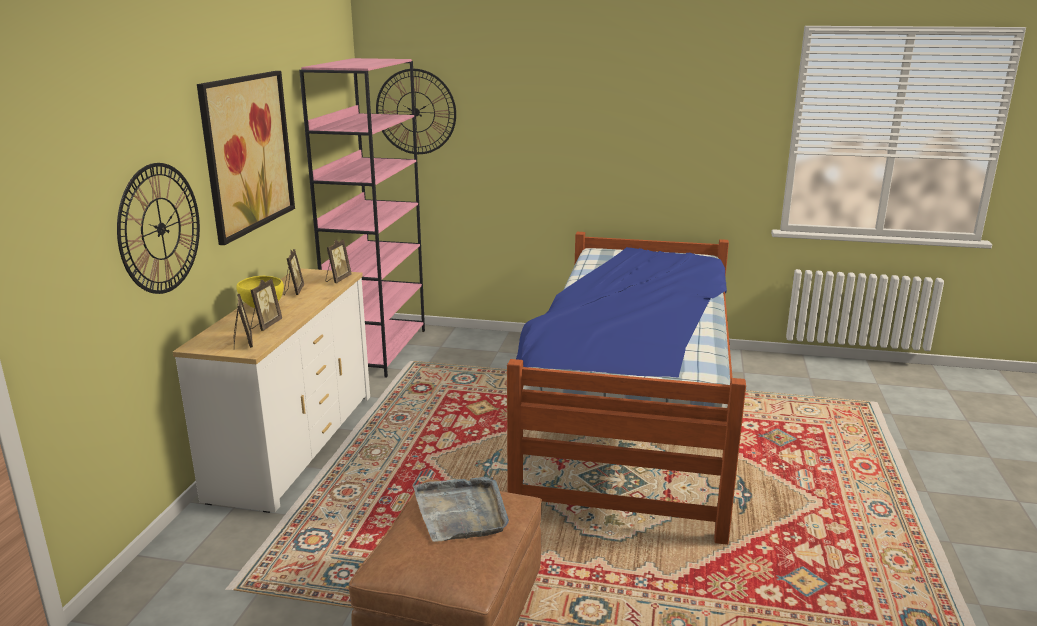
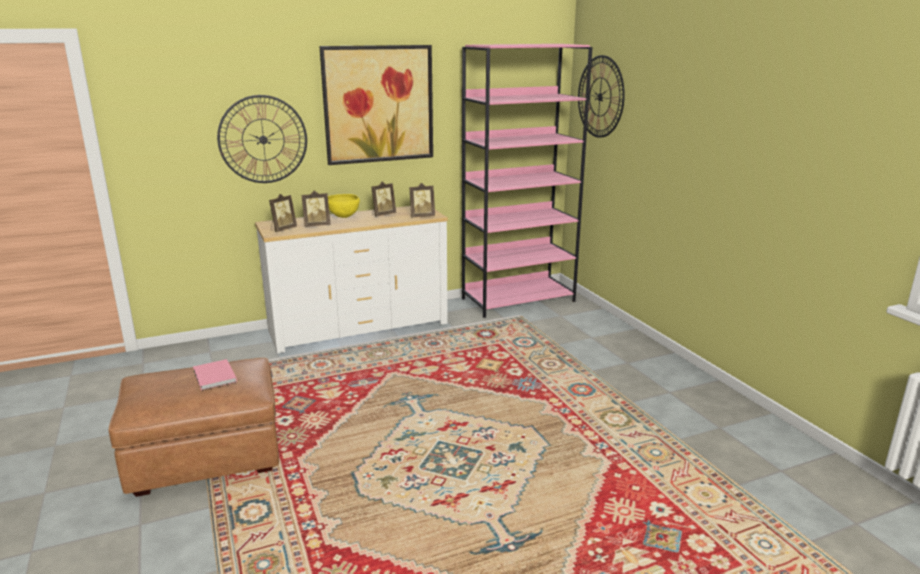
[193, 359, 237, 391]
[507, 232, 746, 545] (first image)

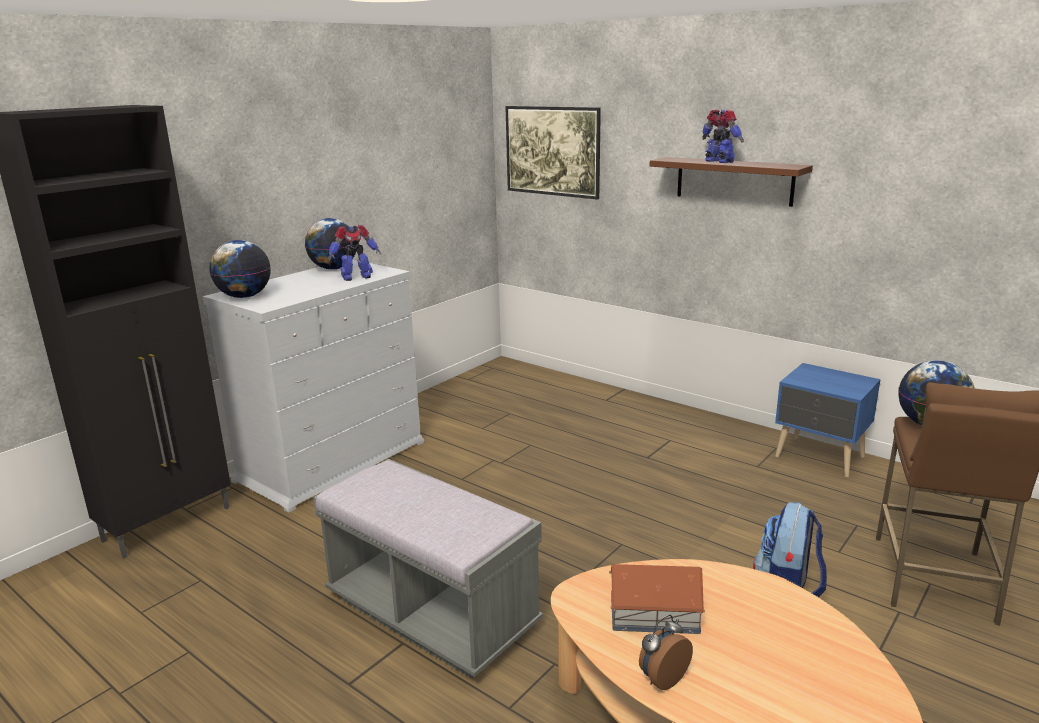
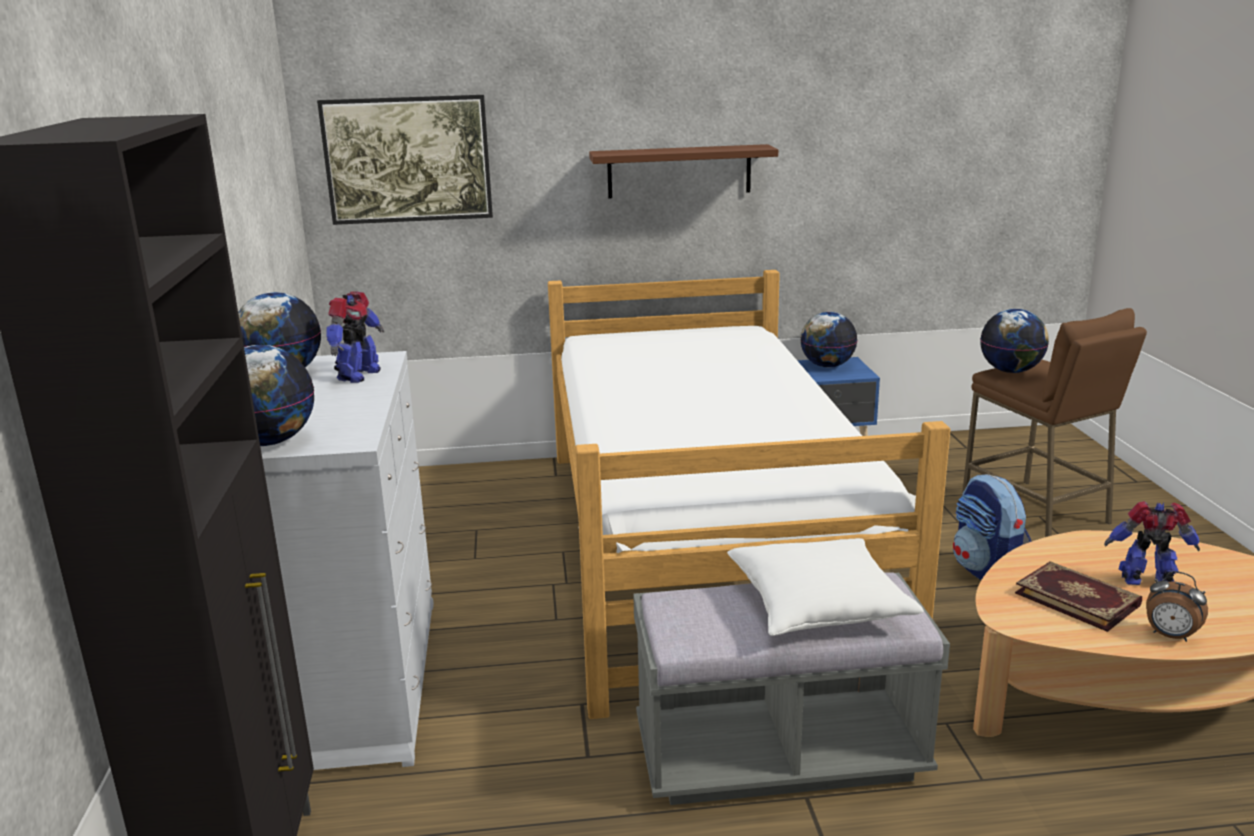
[548, 270, 951, 719]
[727, 538, 924, 636]
[800, 312, 857, 367]
[1015, 561, 1142, 632]
[1104, 501, 1200, 585]
[1146, 571, 1208, 642]

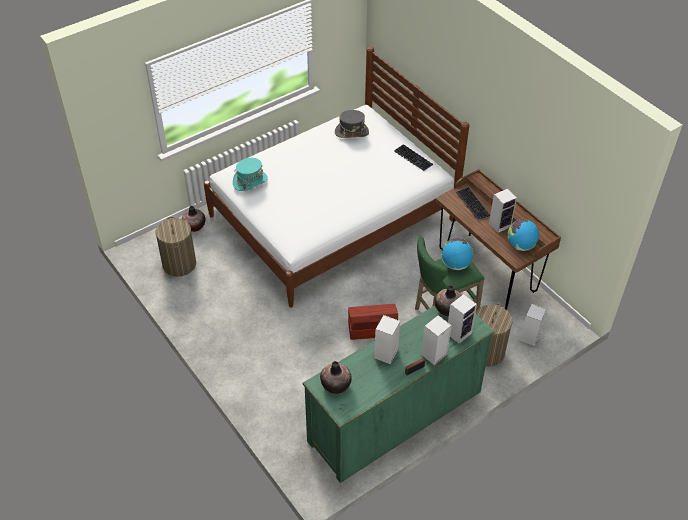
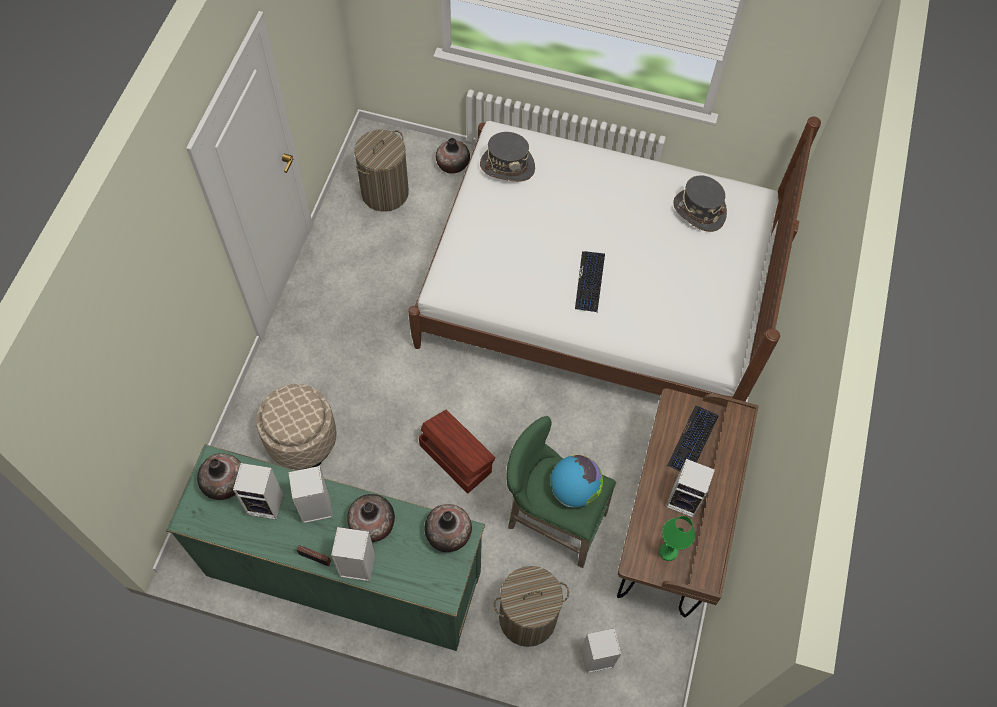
[233, 463, 283, 520]
[256, 384, 337, 469]
[347, 494, 395, 542]
[480, 132, 535, 182]
[575, 251, 605, 312]
[659, 516, 695, 561]

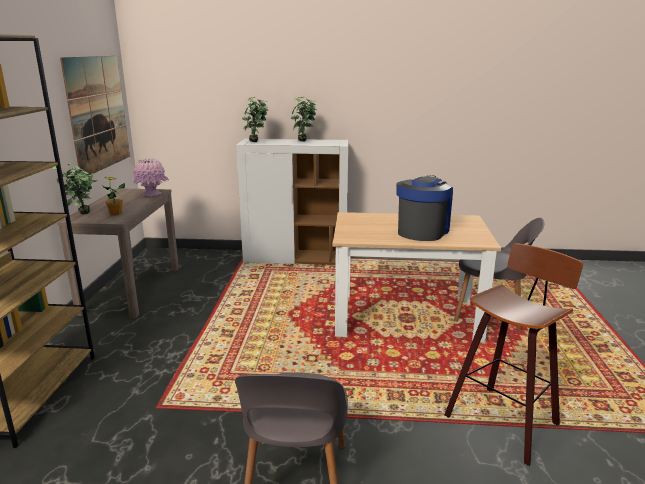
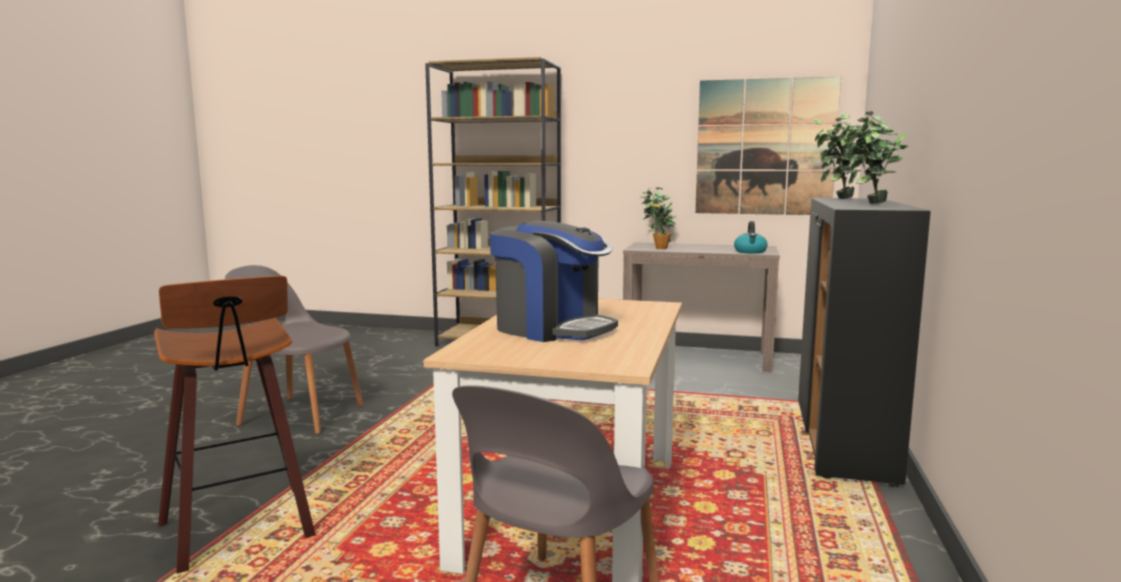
[734, 221, 768, 254]
[798, 198, 931, 487]

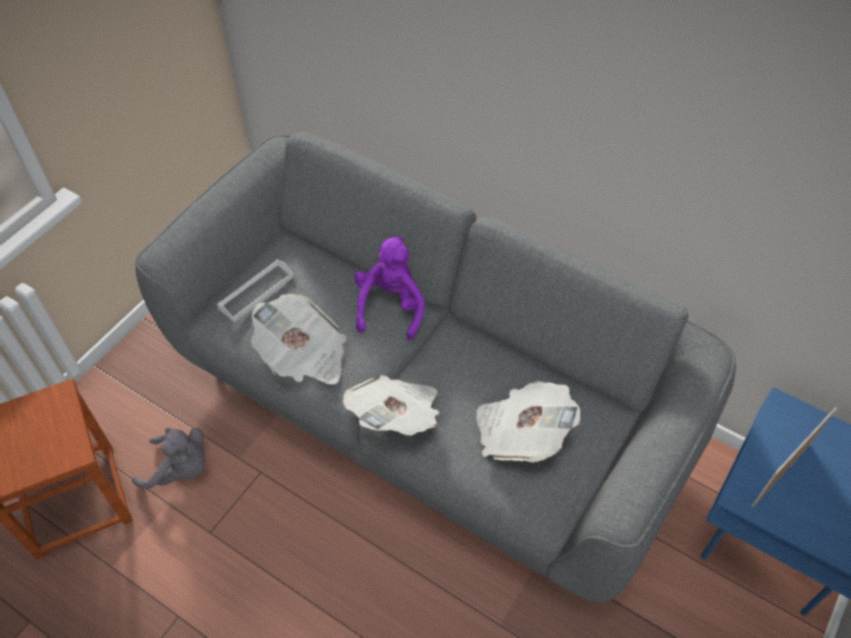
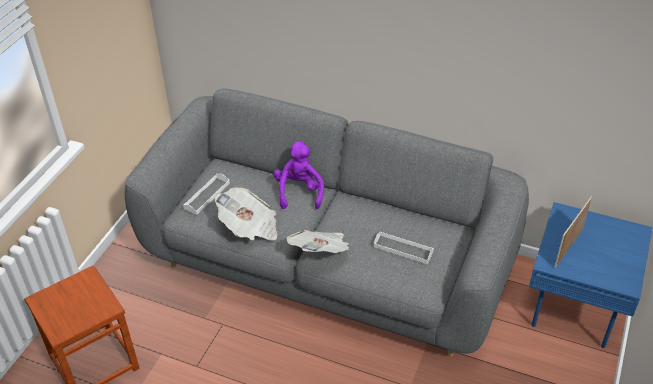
[374, 231, 434, 264]
[132, 427, 205, 489] (first image)

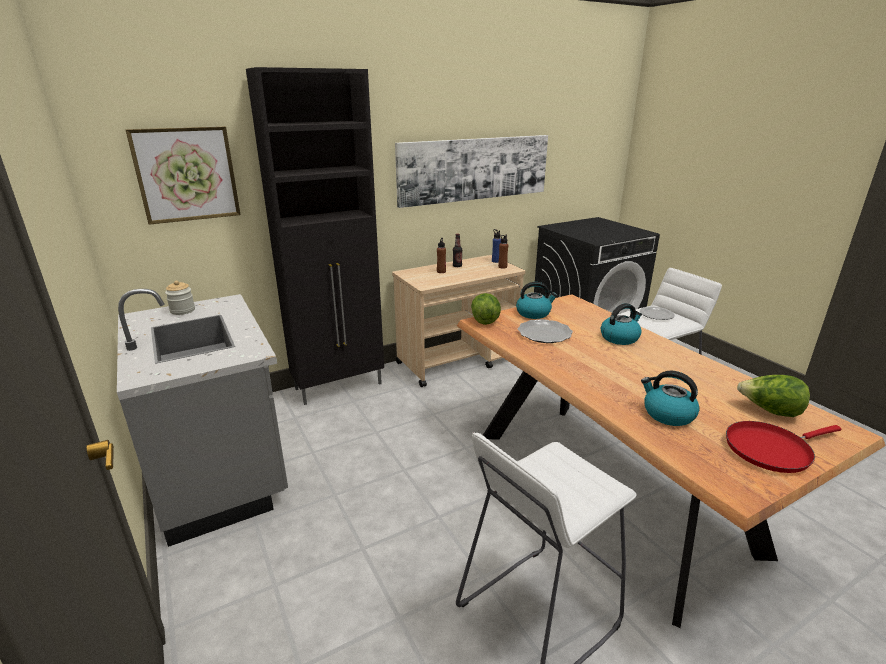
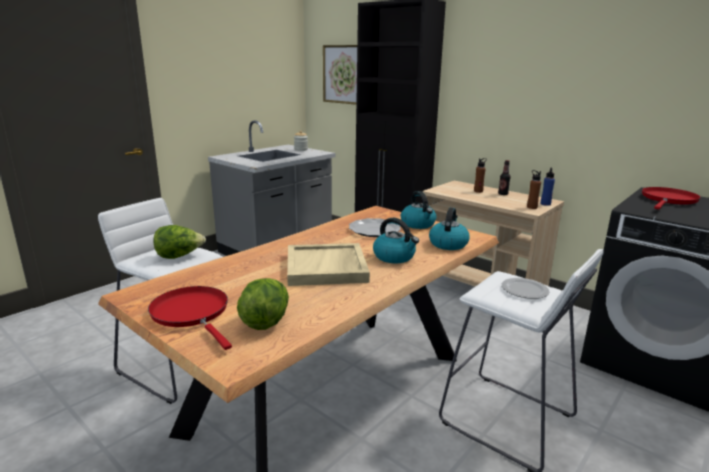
[154, 225, 206, 259]
[287, 243, 370, 286]
[429, 208, 470, 250]
[642, 187, 701, 209]
[395, 135, 548, 208] (first image)

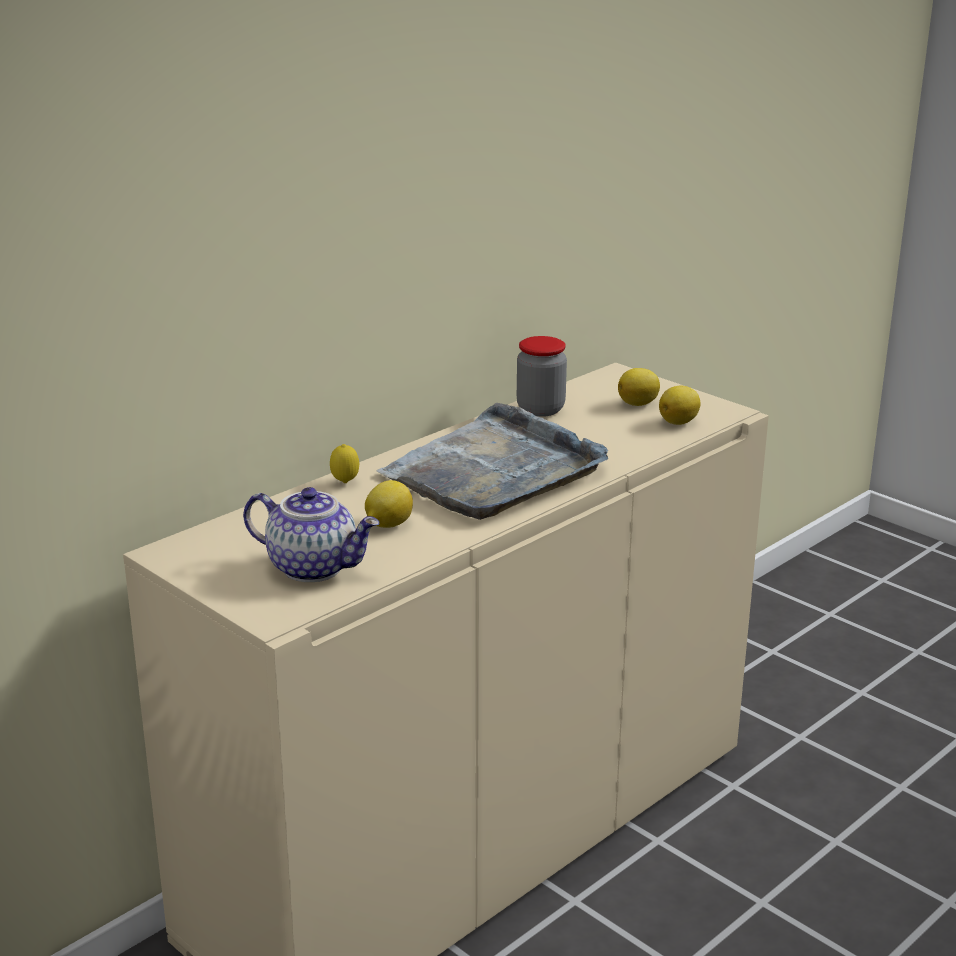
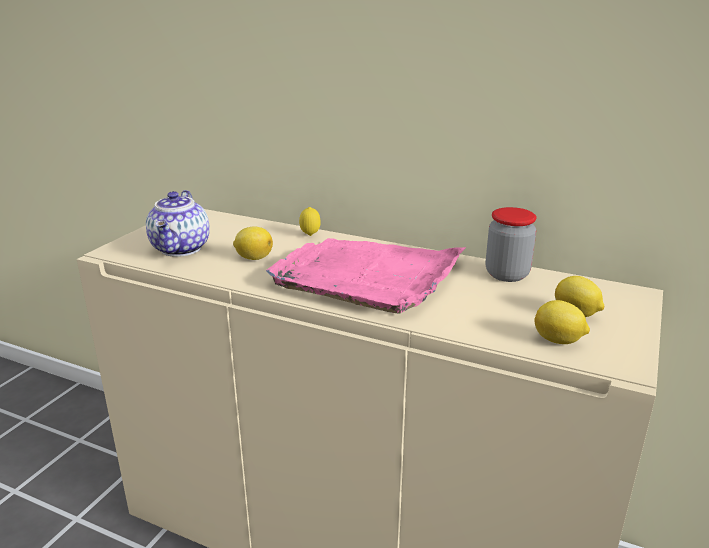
[266, 238, 466, 313]

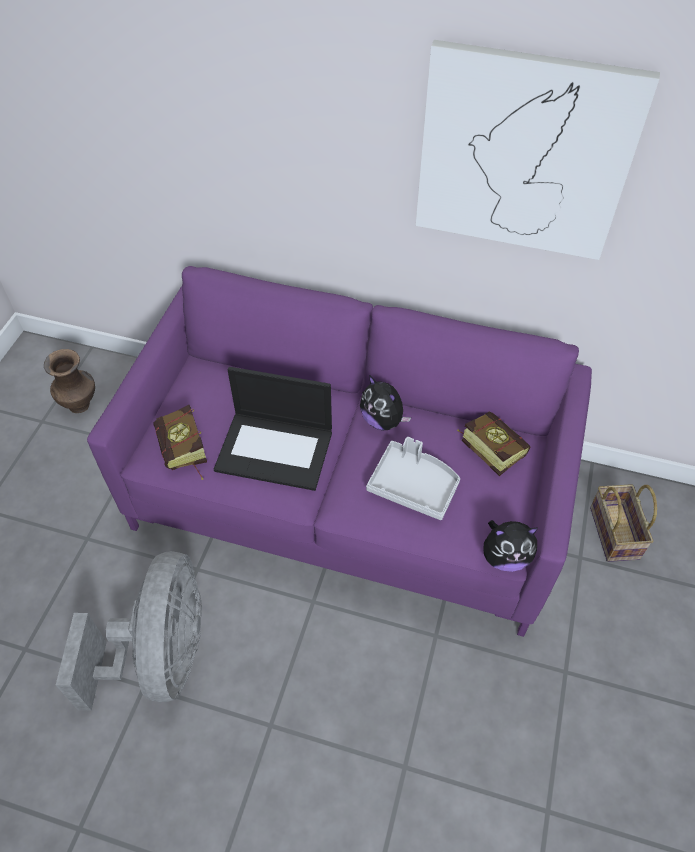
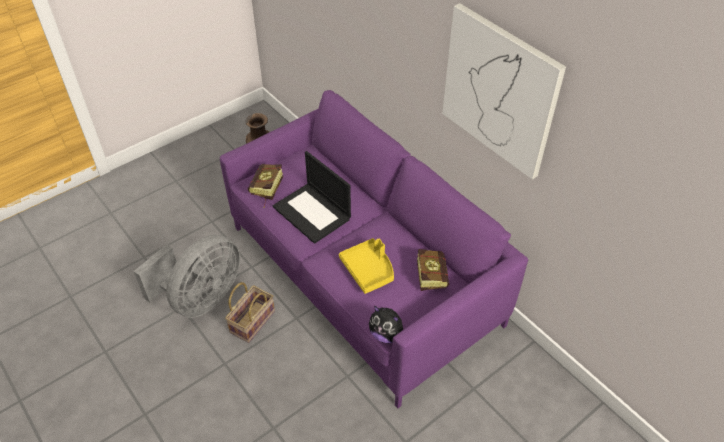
[225, 282, 275, 343]
[339, 238, 394, 294]
[360, 375, 411, 430] (first image)

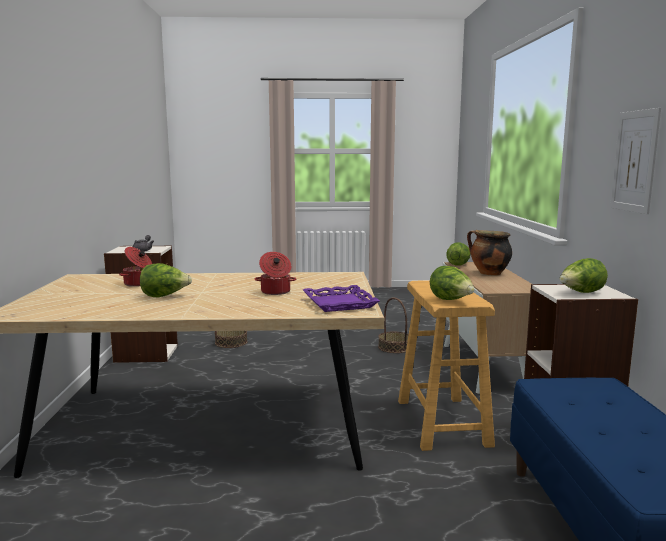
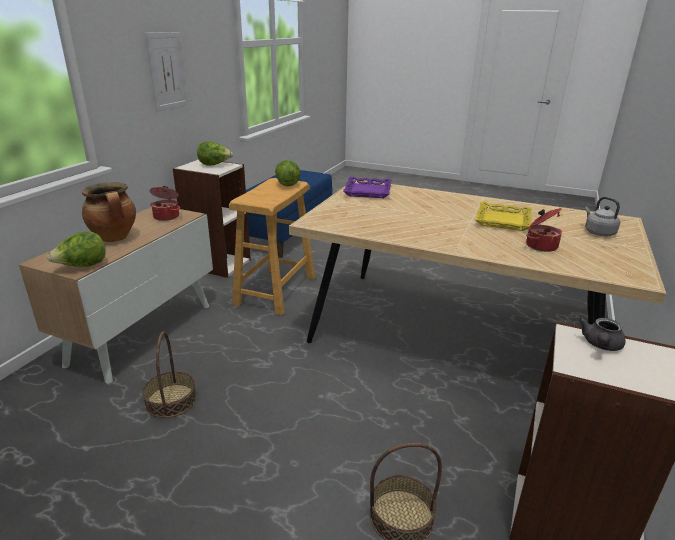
[150, 186, 181, 221]
[475, 201, 532, 231]
[585, 197, 620, 236]

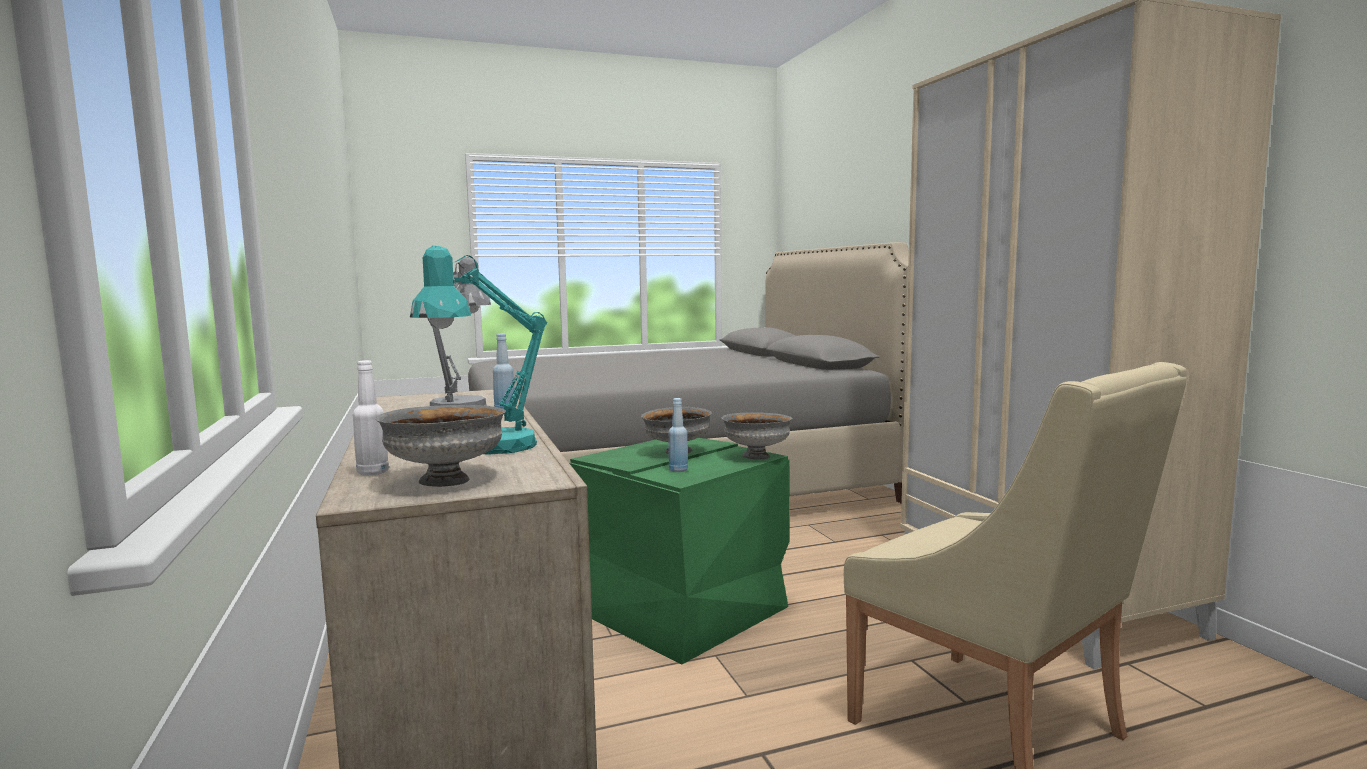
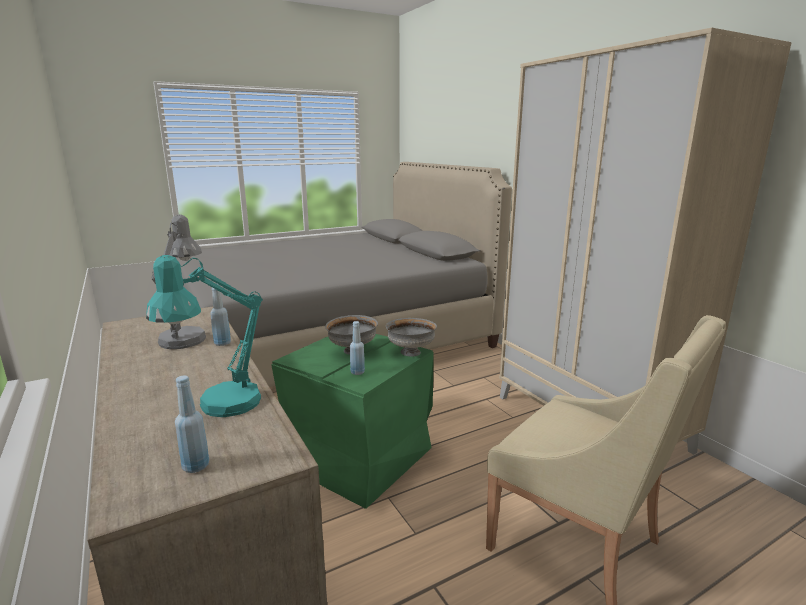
[175, 375, 210, 473]
[353, 360, 389, 476] (first image)

